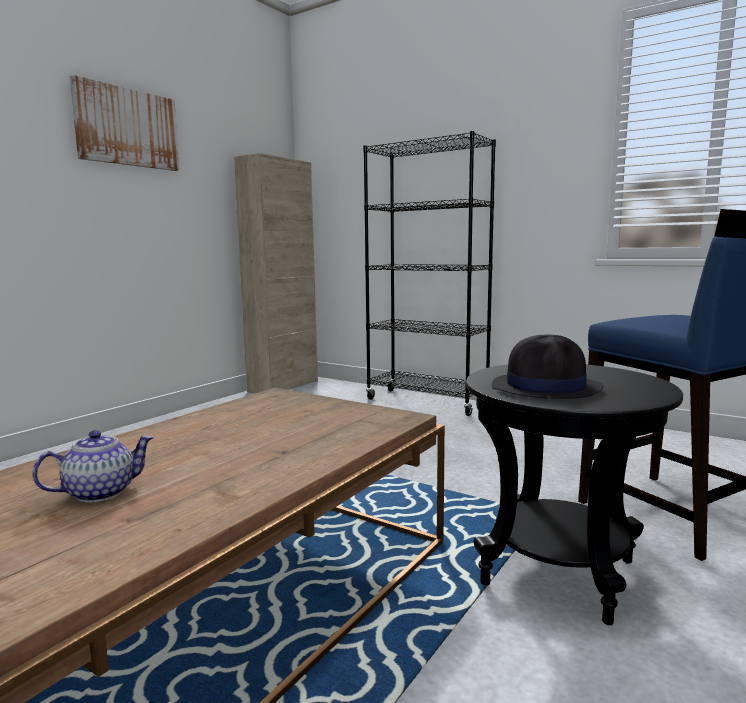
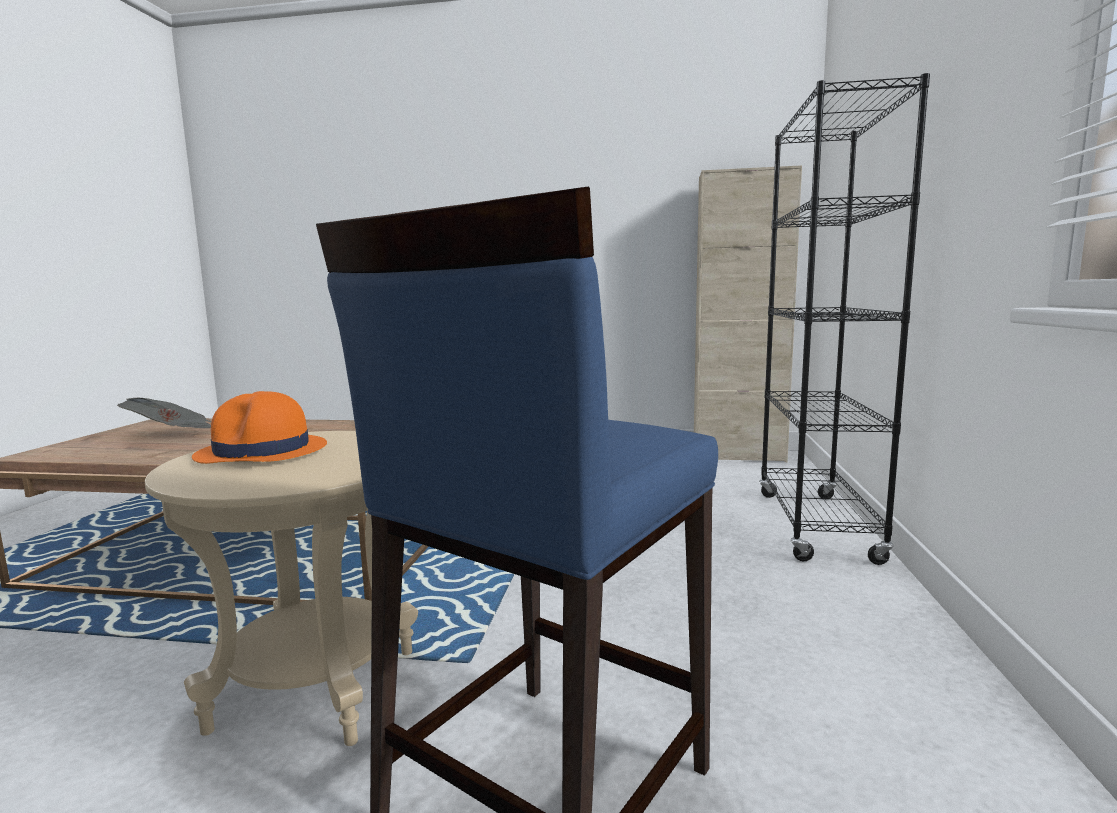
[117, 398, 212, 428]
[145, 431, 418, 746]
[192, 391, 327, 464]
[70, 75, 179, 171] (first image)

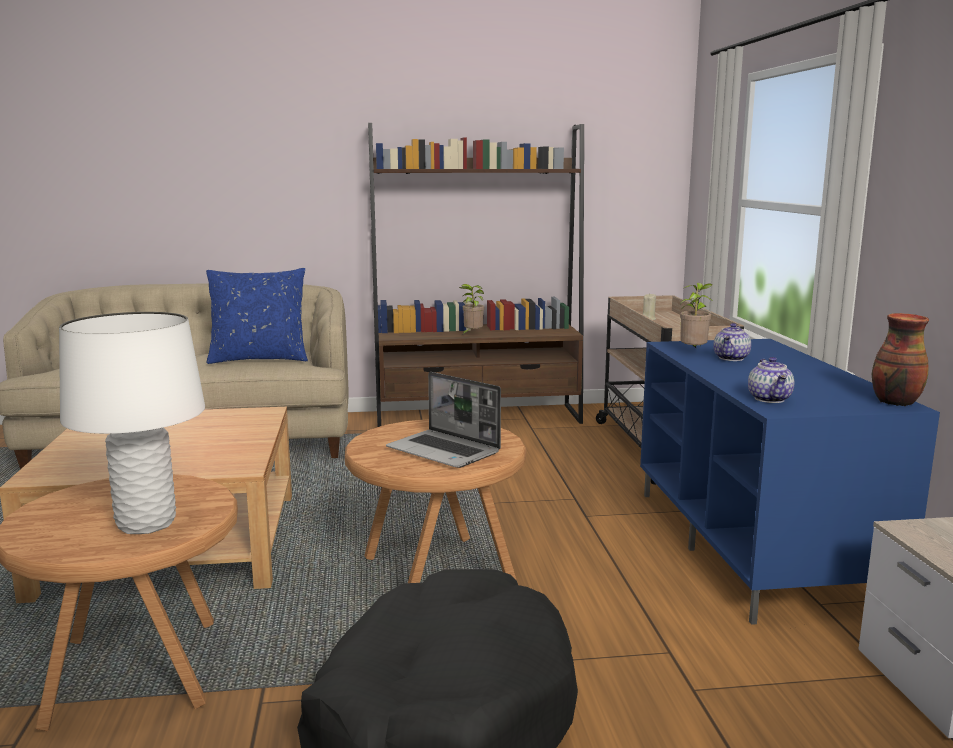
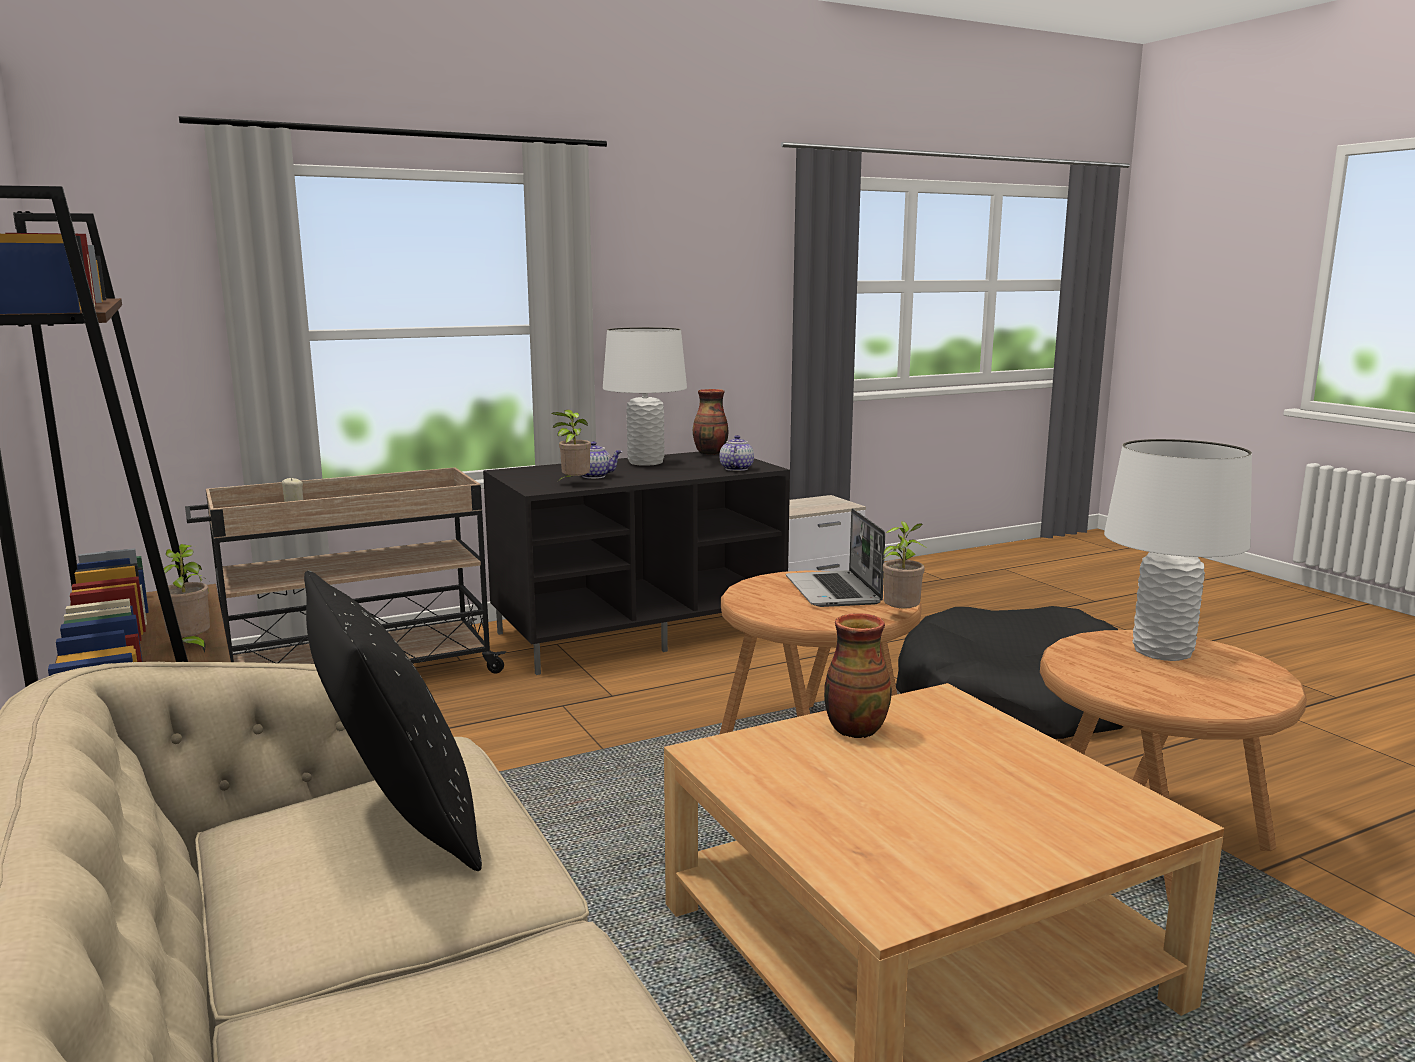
[304, 571, 482, 871]
[483, 452, 790, 675]
[603, 327, 687, 466]
[719, 435, 754, 471]
[786, 509, 885, 607]
[824, 613, 892, 738]
[883, 521, 925, 608]

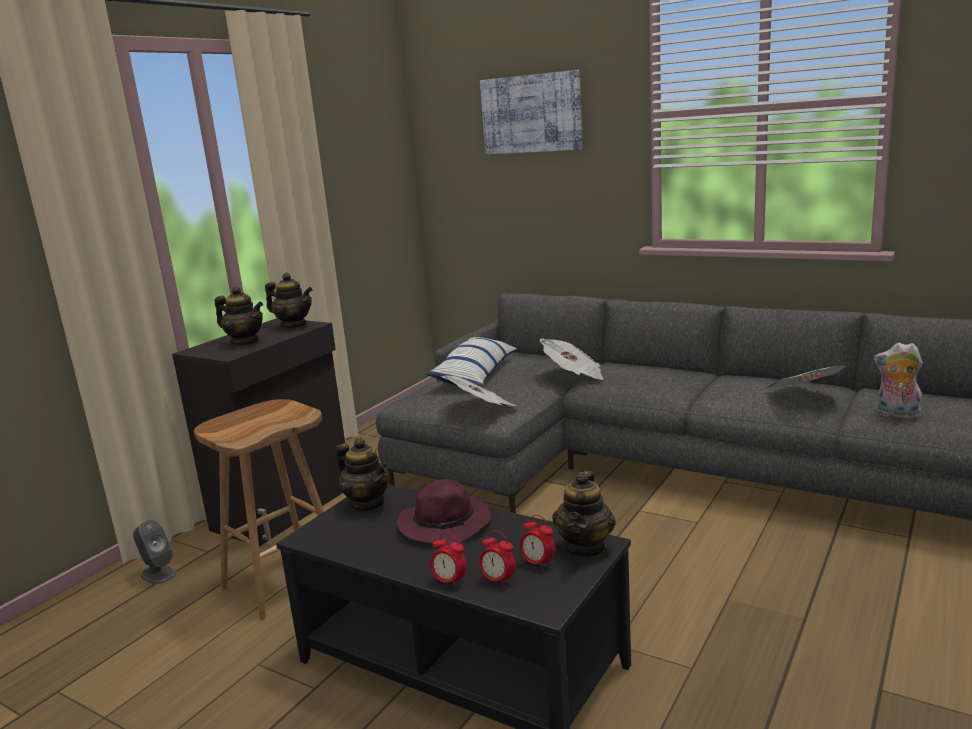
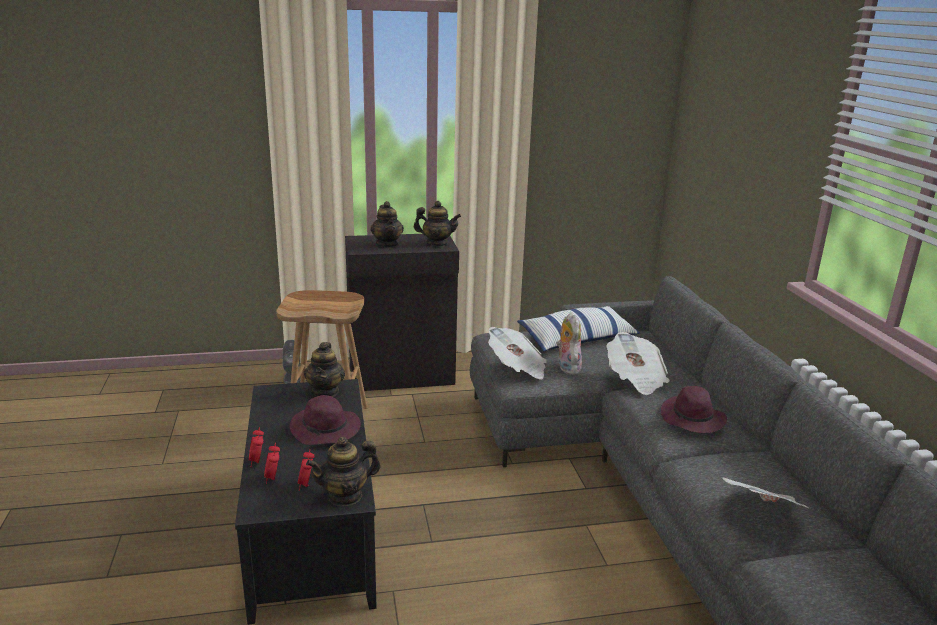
[414, 201, 461, 246]
[556, 312, 582, 375]
[661, 386, 727, 433]
[480, 70, 583, 154] (first image)

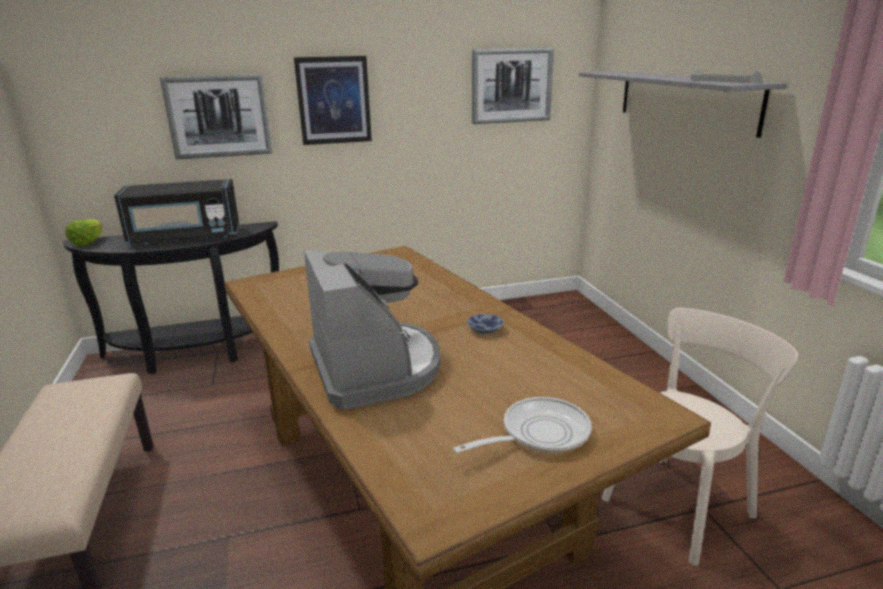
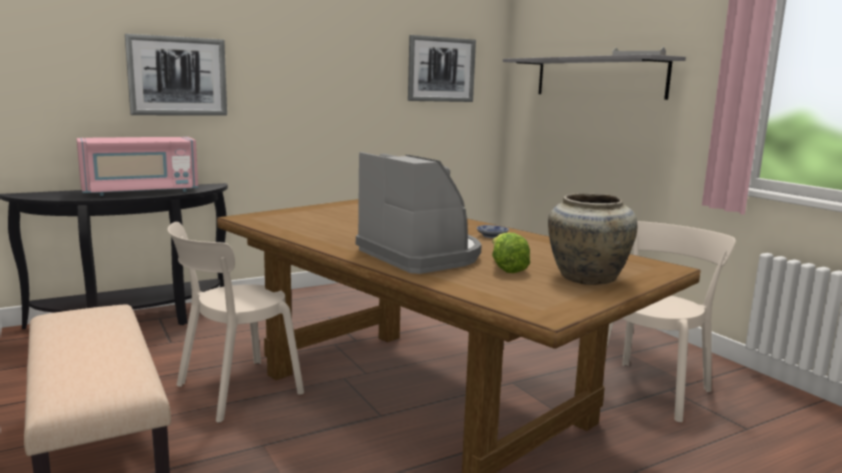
[76, 137, 198, 196]
[168, 222, 304, 423]
[492, 232, 530, 273]
[548, 193, 637, 285]
[294, 56, 372, 145] (first image)

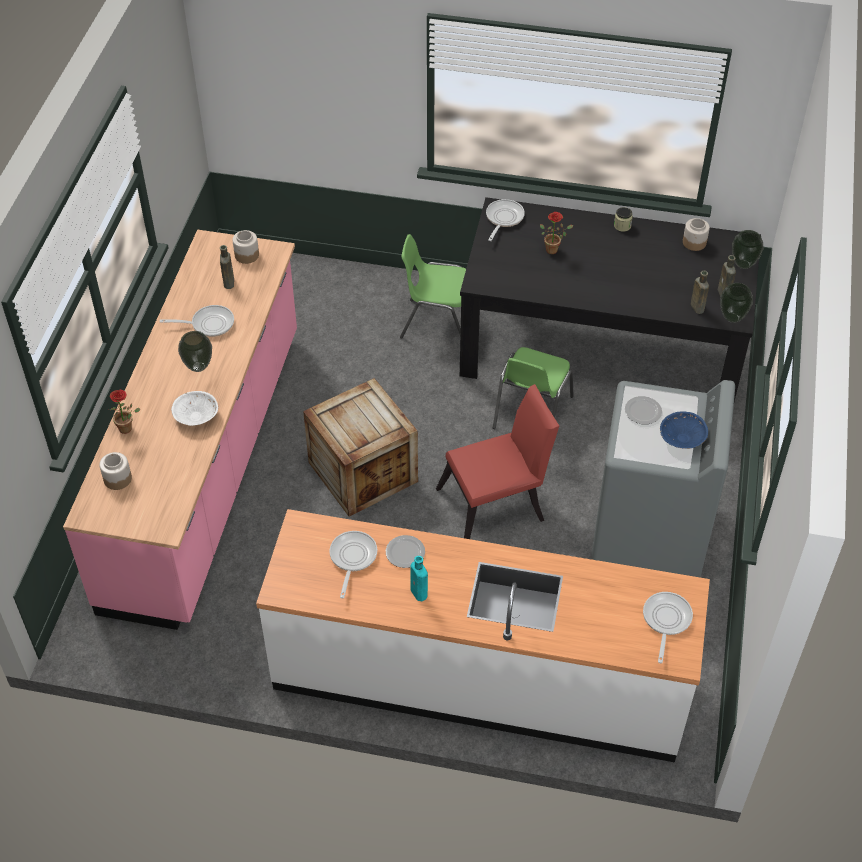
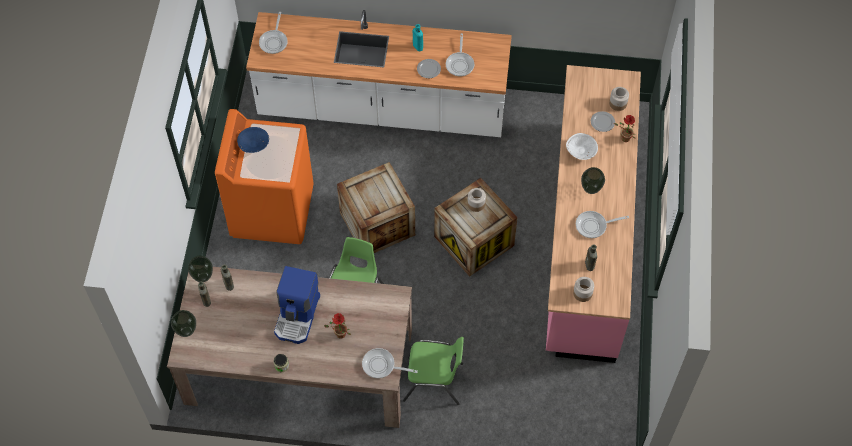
[167, 267, 412, 428]
[215, 109, 314, 244]
[274, 266, 320, 344]
[337, 162, 415, 253]
[362, 348, 418, 378]
[467, 188, 486, 212]
[591, 111, 615, 132]

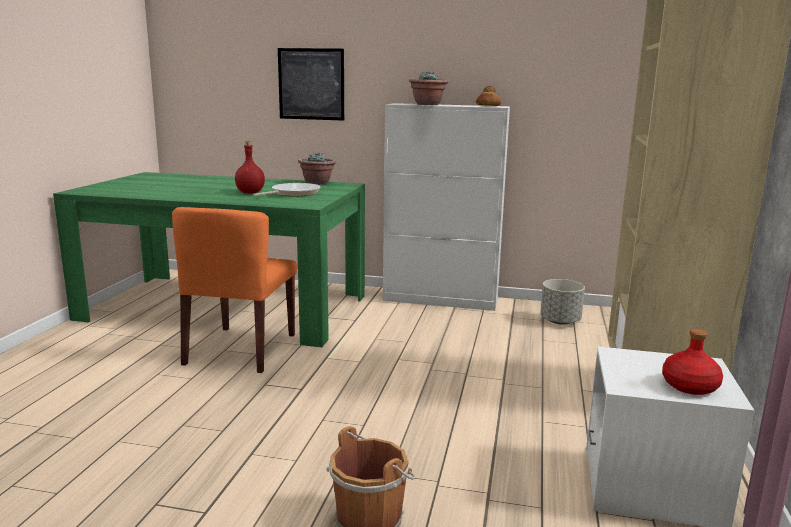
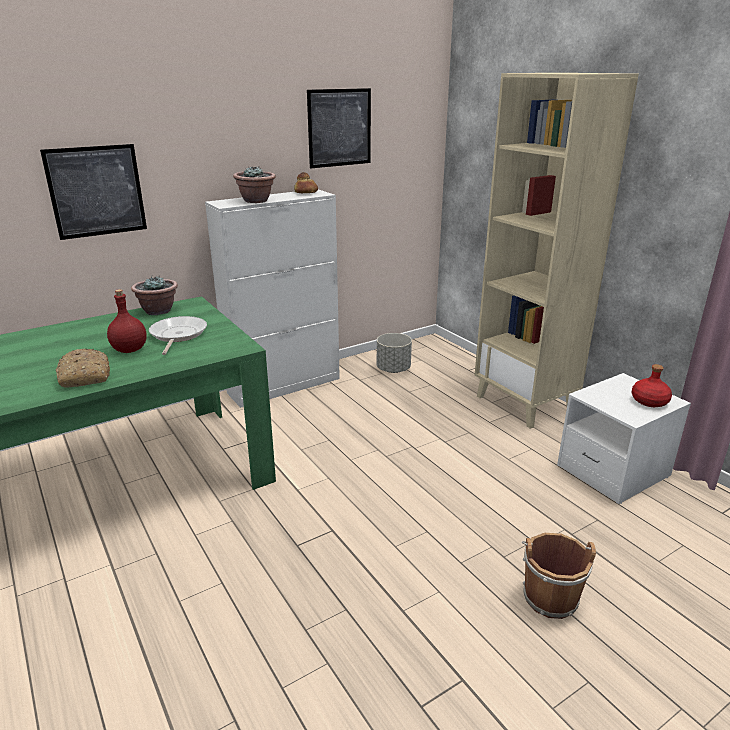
[56, 349, 110, 388]
[307, 88, 371, 168]
[172, 207, 297, 373] (first image)

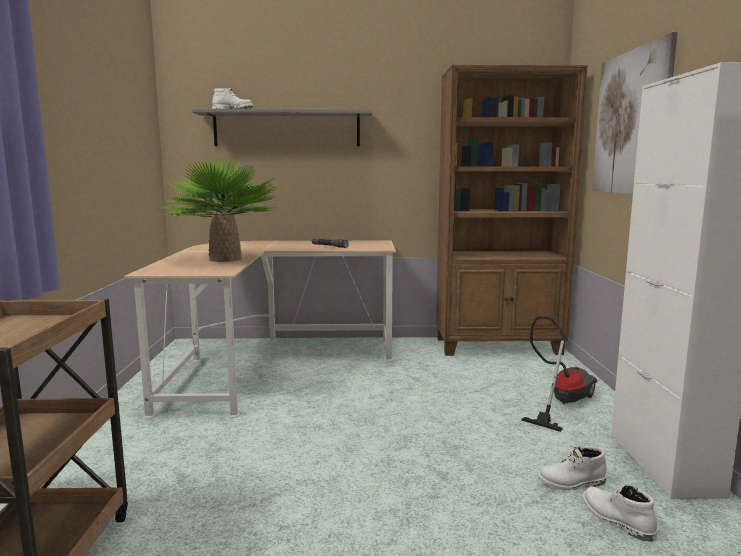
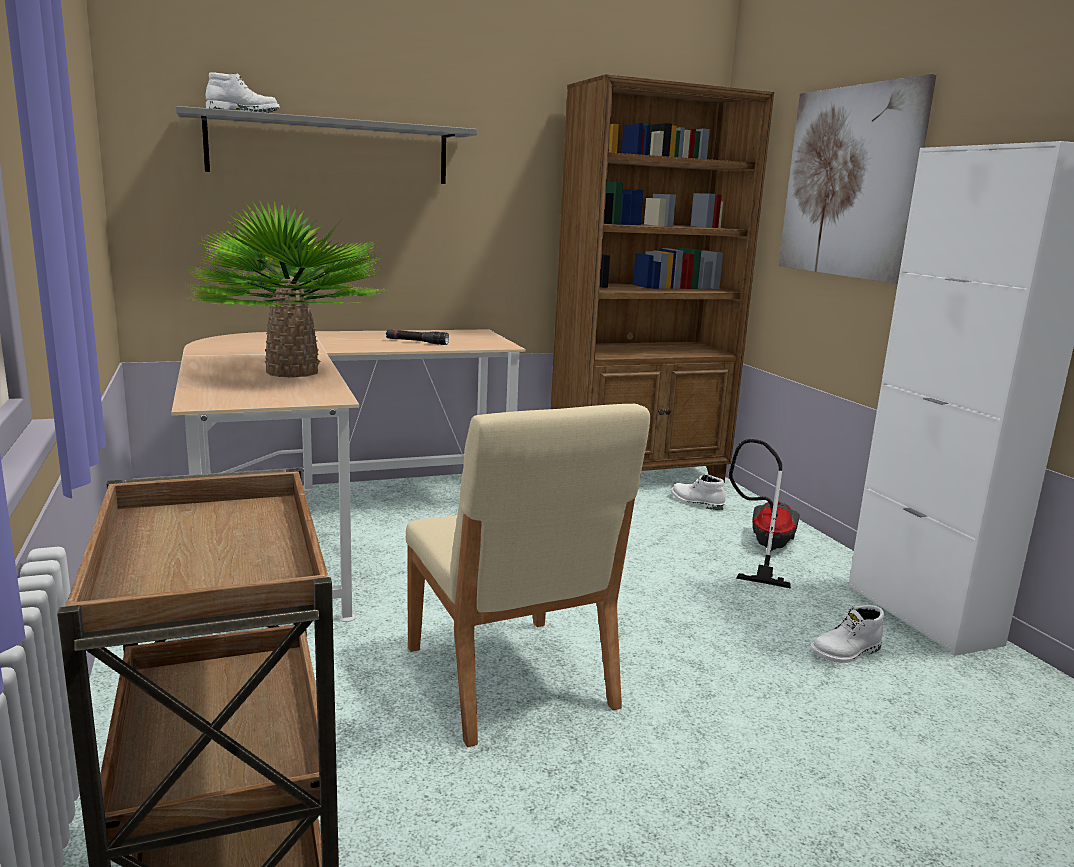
[406, 404, 650, 747]
[671, 474, 726, 510]

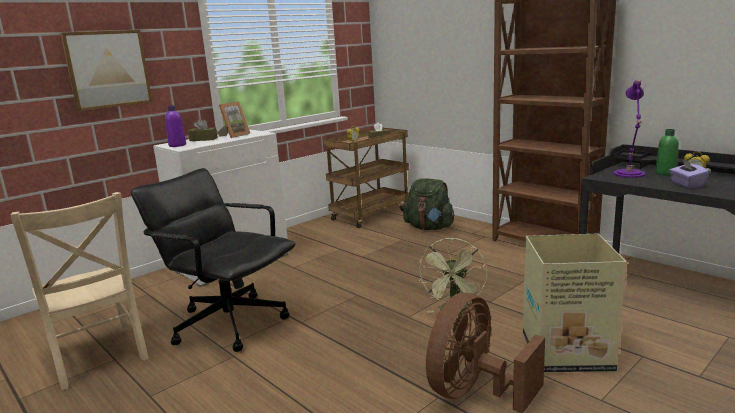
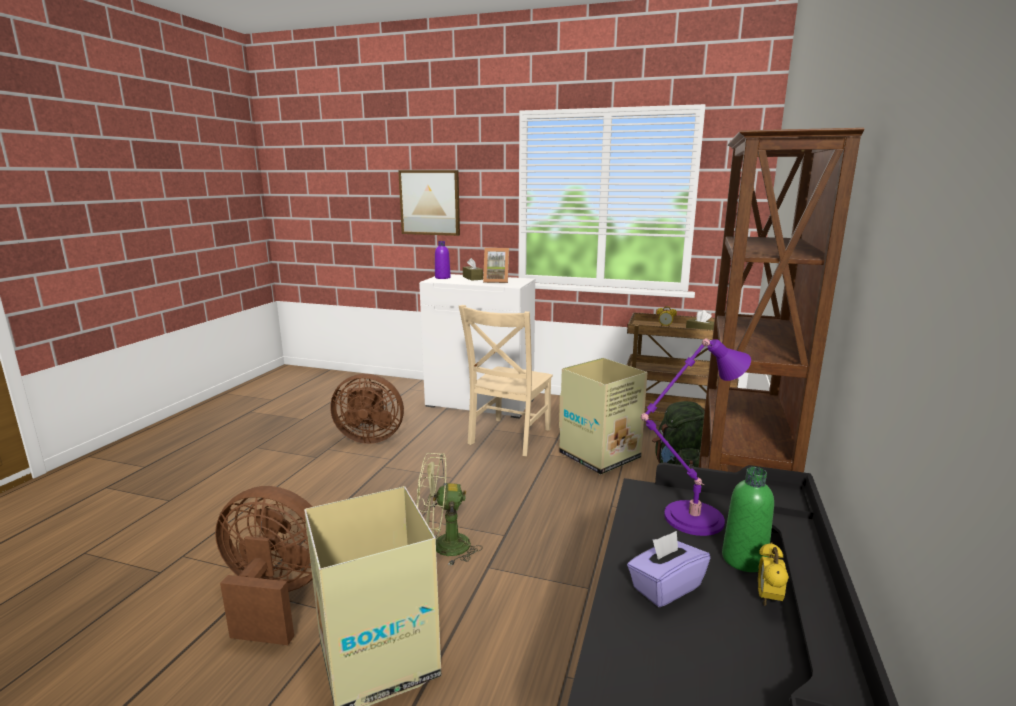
[330, 374, 404, 444]
[459, 305, 553, 456]
[559, 358, 648, 475]

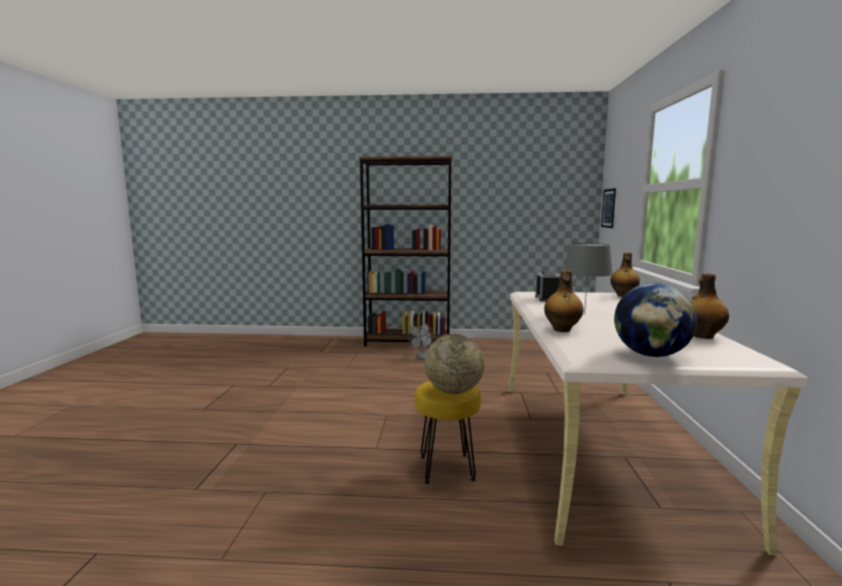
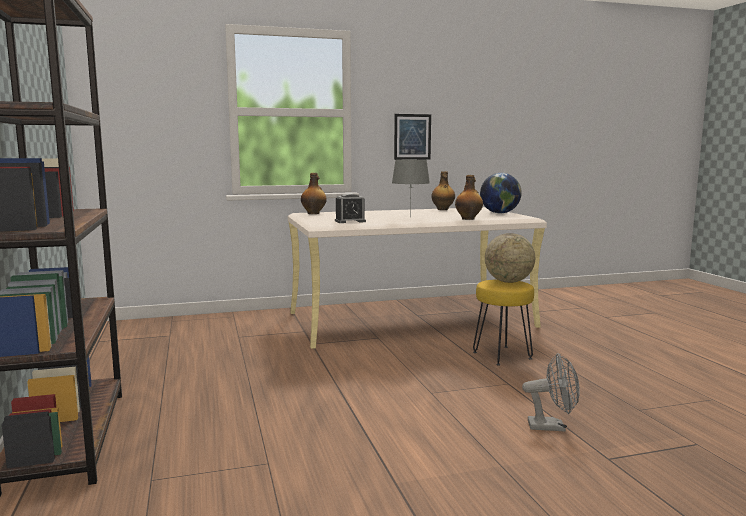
[394, 114, 431, 160]
[522, 353, 580, 432]

